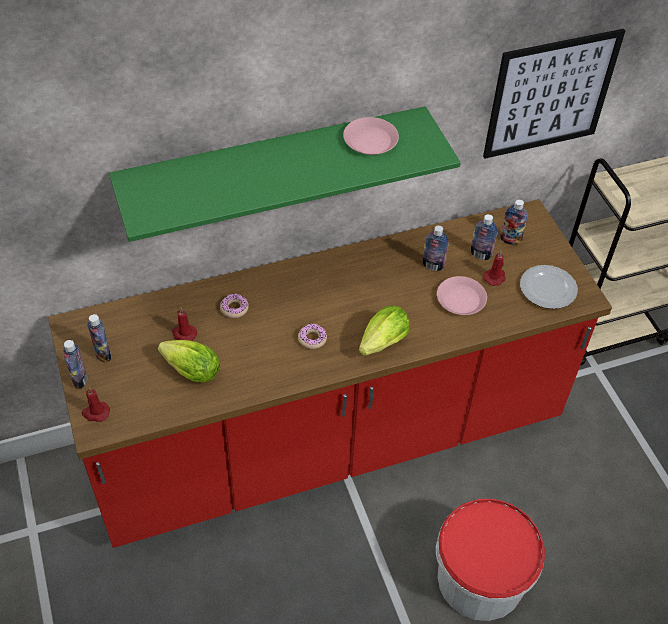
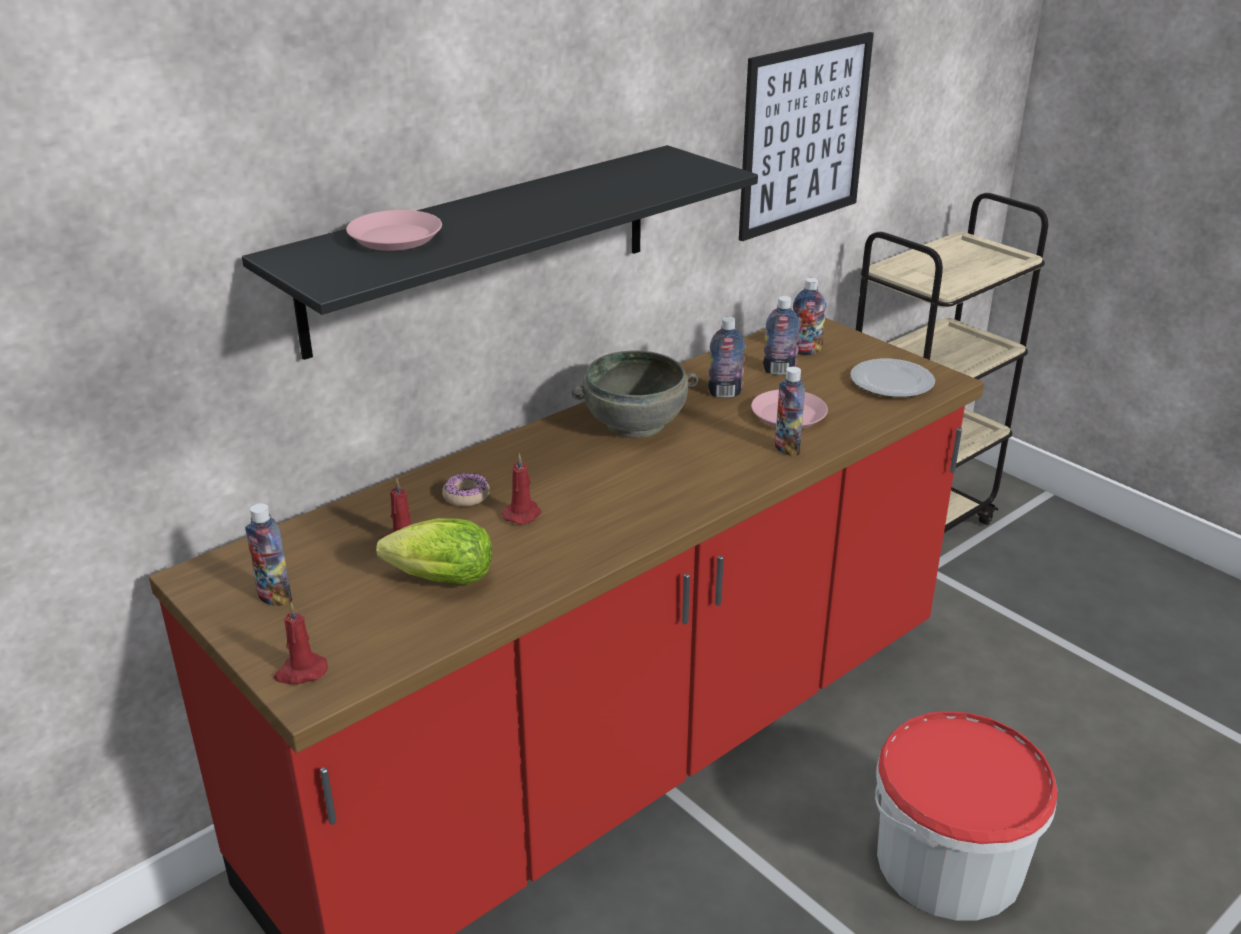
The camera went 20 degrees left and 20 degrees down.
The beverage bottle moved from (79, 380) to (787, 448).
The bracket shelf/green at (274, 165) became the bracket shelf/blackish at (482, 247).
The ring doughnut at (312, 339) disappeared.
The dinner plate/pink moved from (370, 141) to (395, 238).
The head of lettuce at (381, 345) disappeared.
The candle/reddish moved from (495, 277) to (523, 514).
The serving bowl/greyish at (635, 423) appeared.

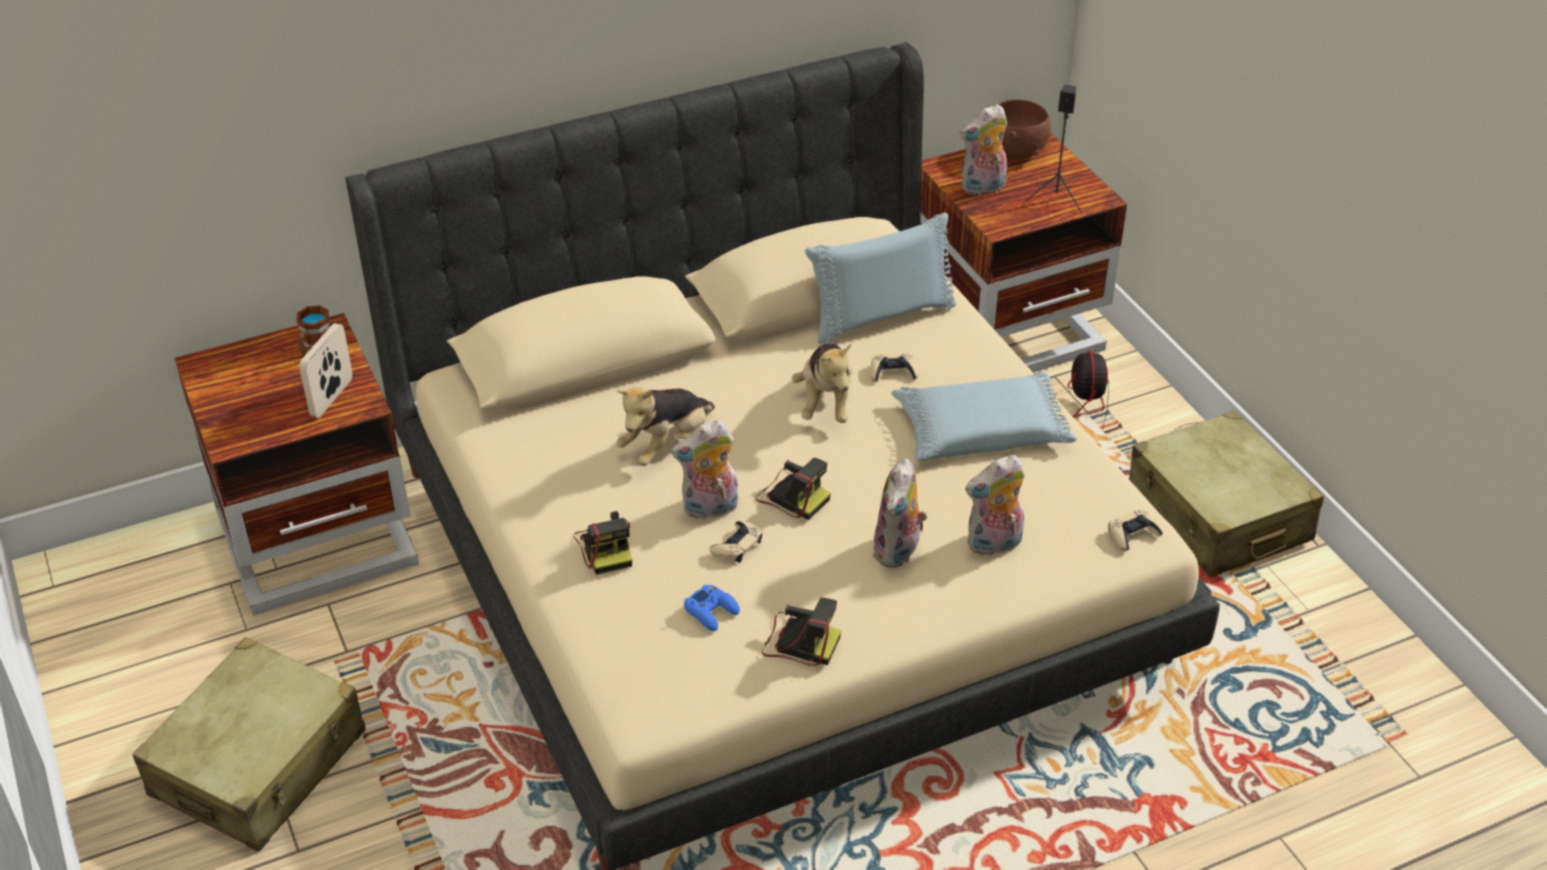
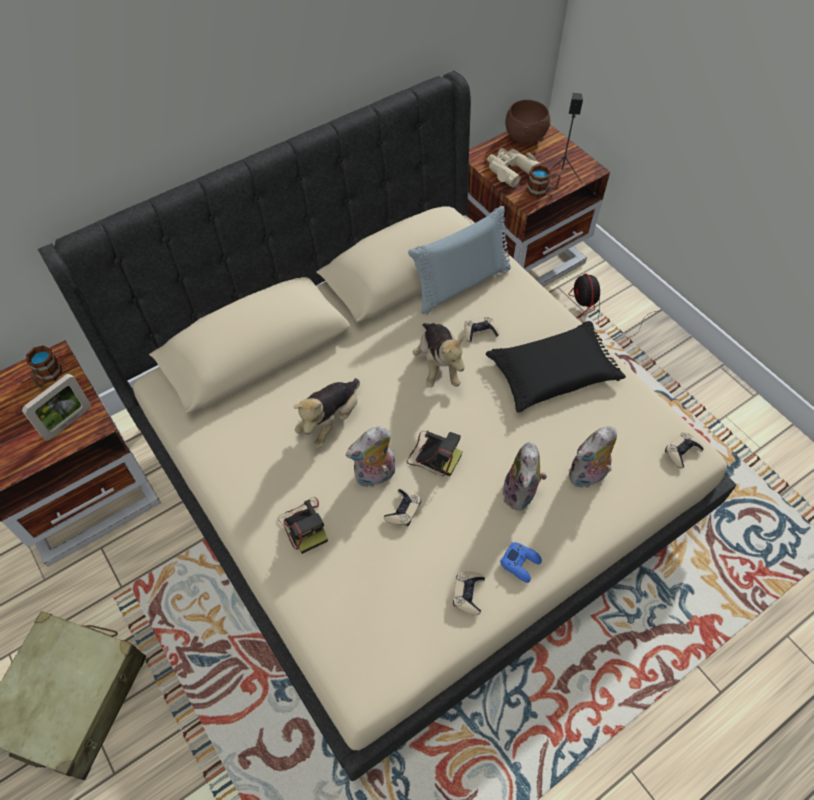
The camera went 10 degrees left and 15 degrees up.
The photo frame at (332, 398) turned 150 degrees counterclockwise.
The joypad/blue moved from (712, 612) to (520, 563).
The still camera at (799, 642) was replaced by the joypad/beige-coloured at (468, 594).
The pillow/blue at (982, 426) became the pillow/blackish at (553, 371).
The cuddly toy at (982, 188) was replaced by the field glasses/beige-coloured at (509, 170).
The suitcase/beige-coloured at (1218, 516) disappeared.
The tea mug at (542, 190) appeared.

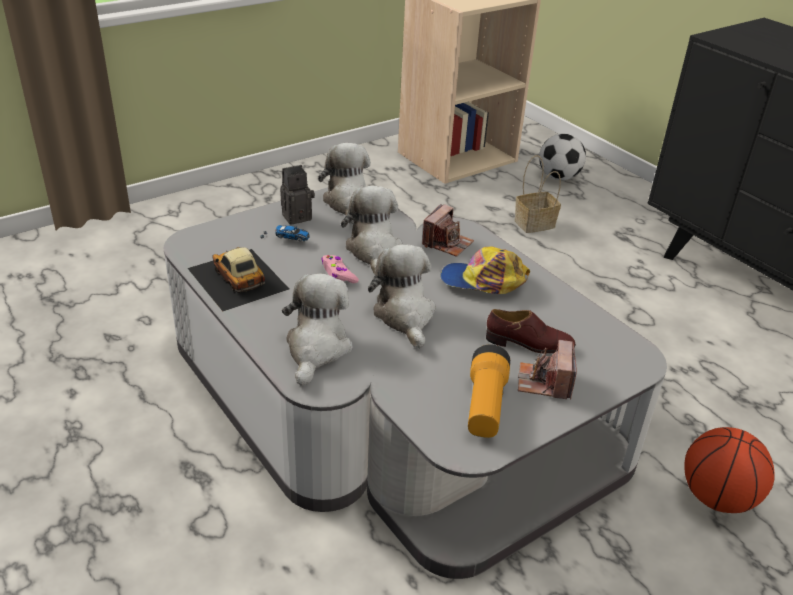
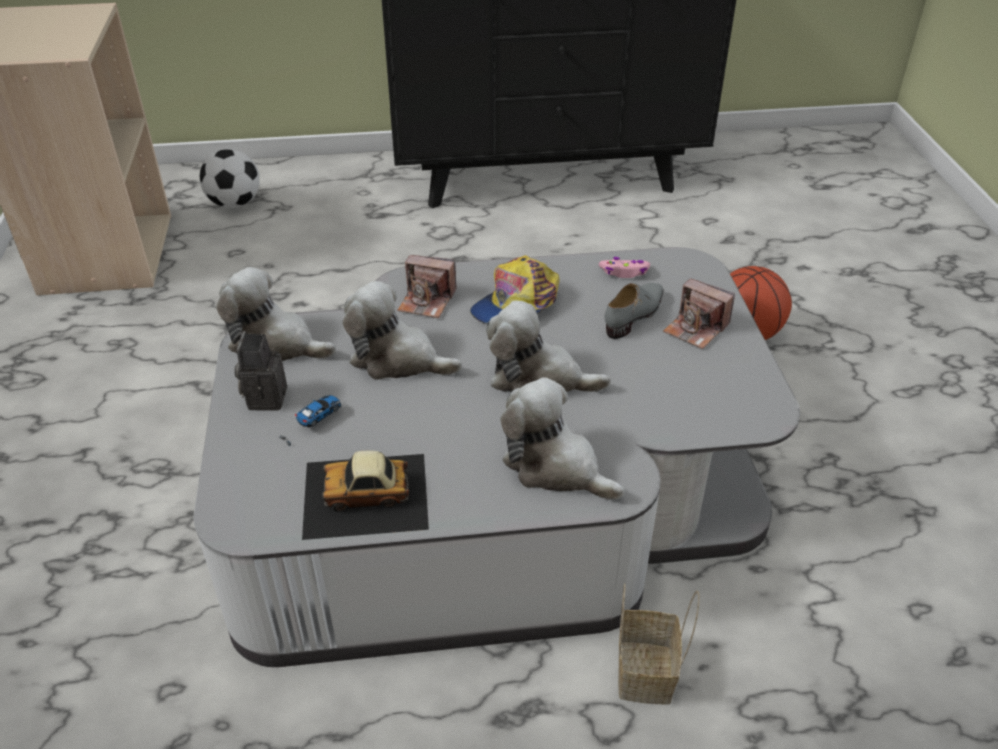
The camera went 60 degrees left and 5 degrees up.
The joypad/pink moved from (338, 274) to (624, 272).
The still camera at (447, 243) turned 135 degrees clockwise.
The flashlight at (485, 405) disappeared.
The low shoe/brownish at (529, 344) became the low shoe/greyish at (635, 315).
The basket moved from (533, 224) to (646, 674).

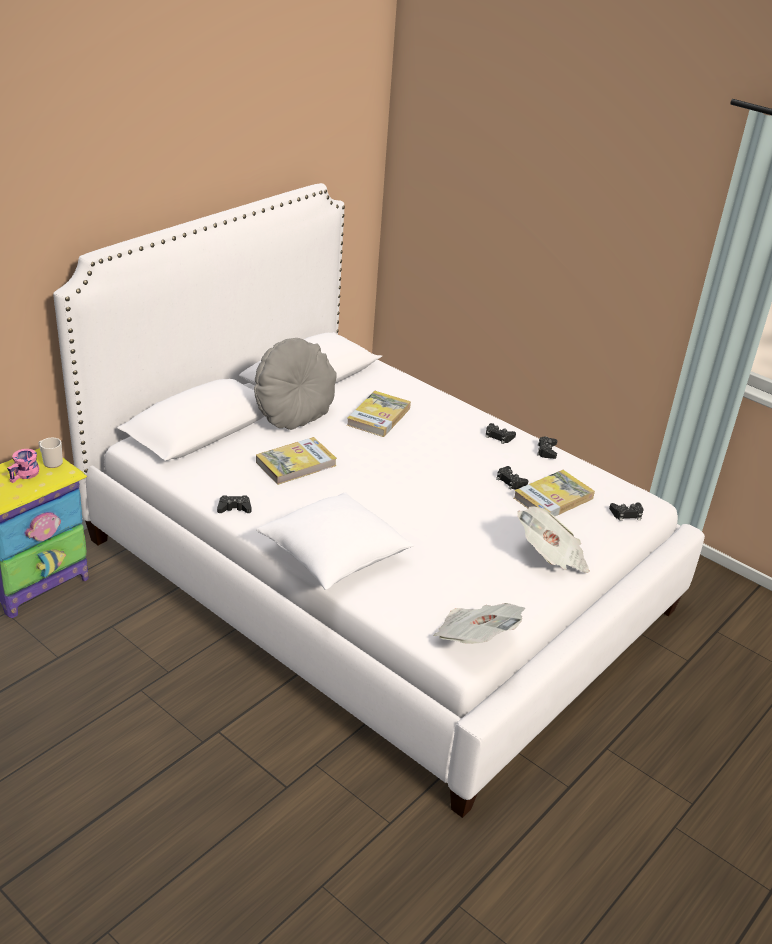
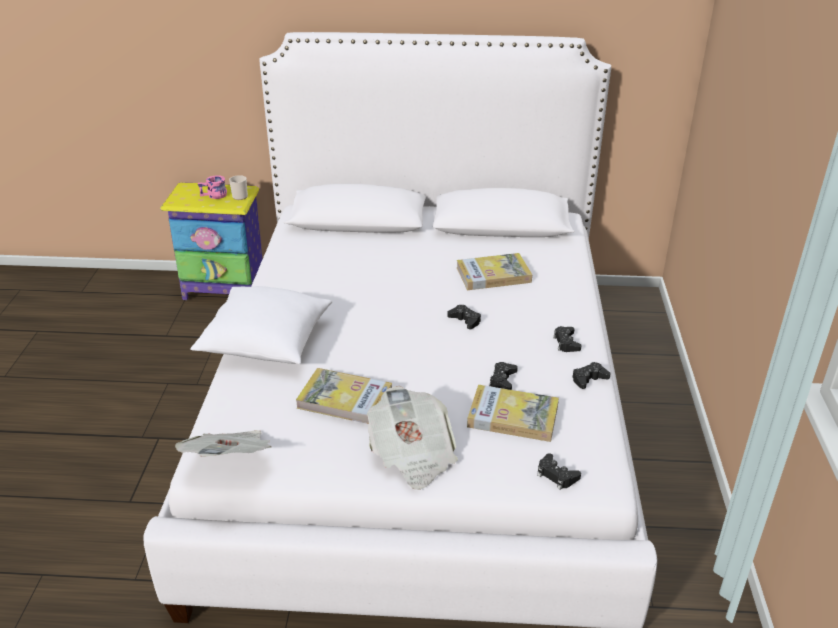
The camera went 55 degrees right and 0 degrees up.
The joypad/blackish moved from (234, 508) to (465, 320).
The pillow/greyish at (294, 418) disappeared.
The volume moved from (296, 464) to (345, 399).

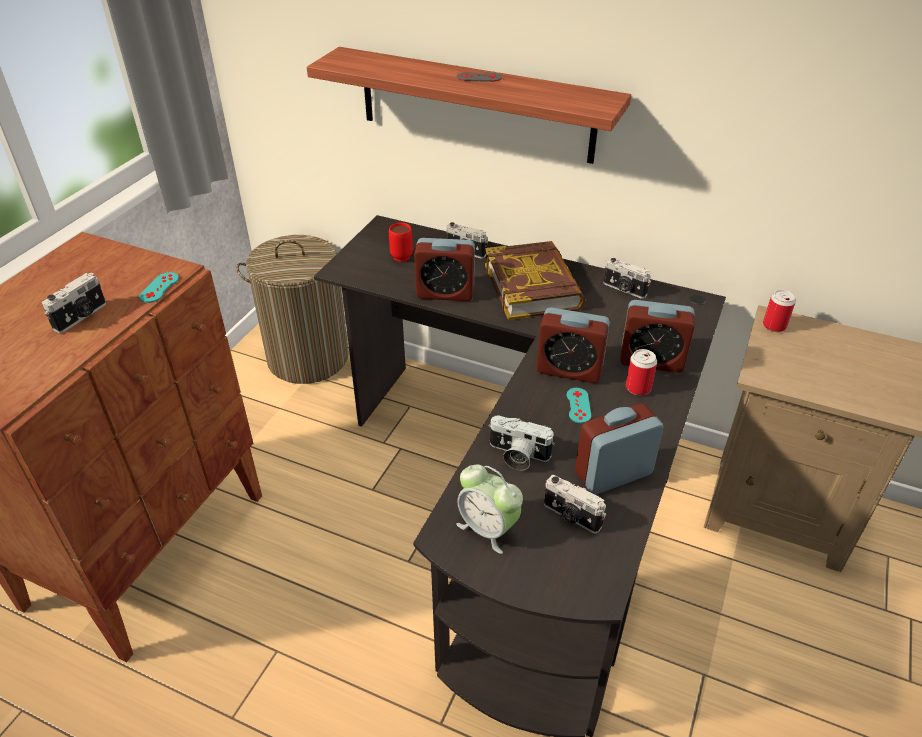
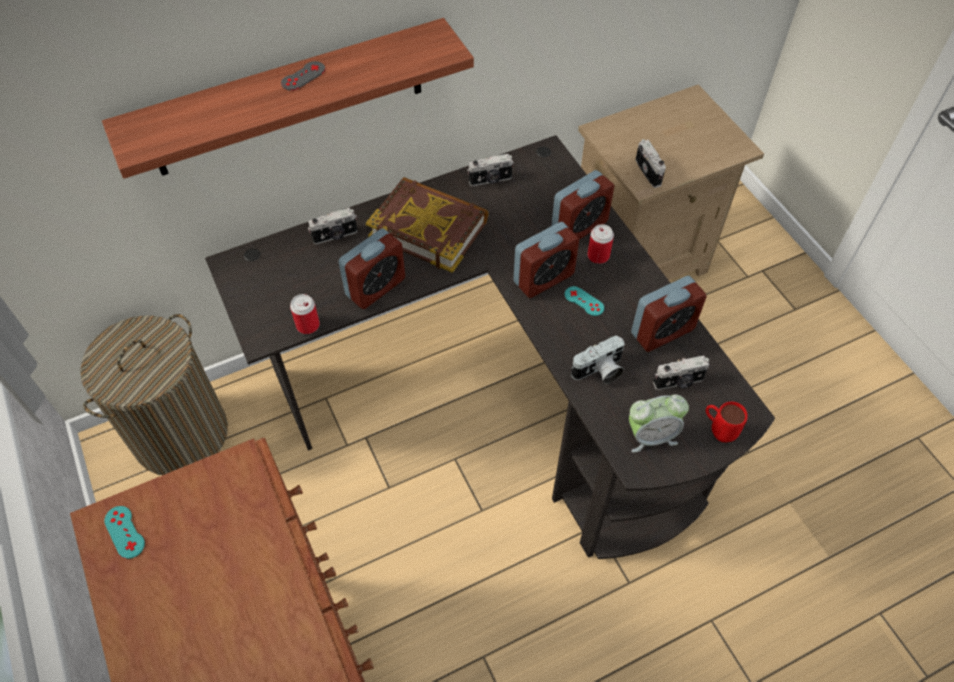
The camera went 50 degrees left and 15 degrees up.
The still camera moved from (82, 317) to (649, 172).
The joypad/turquoise moved from (159, 287) to (124, 532).
The tea mug/reddish moved from (401, 255) to (718, 430).
The bedside clock at (613, 474) turned 135 degrees counterclockwise.
The sealed can moved from (774, 326) to (308, 325).

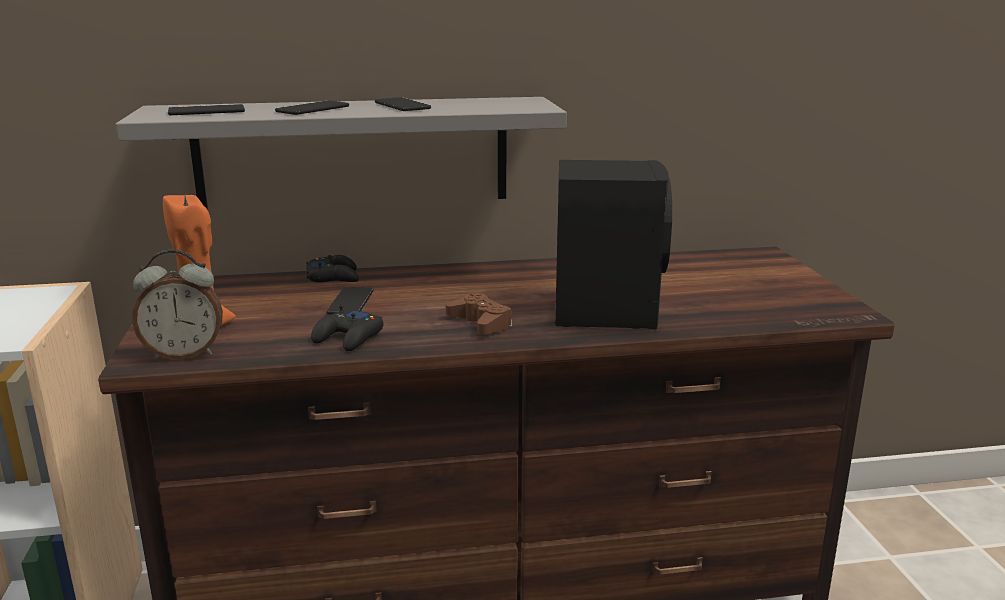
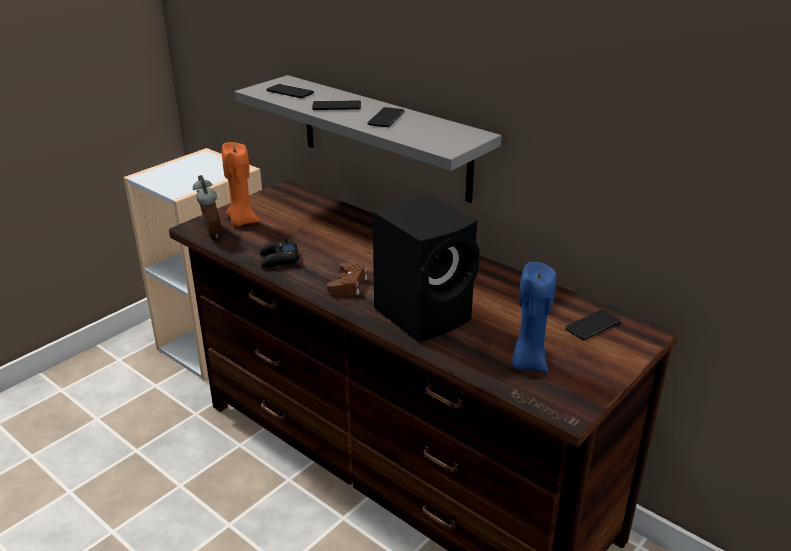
The camera went 50 degrees right and 10 degrees up.
The bedside clock at (184, 354) turned 150 degrees counterclockwise.
The joypad/blackish at (333, 277) disappeared.
The handset moved from (350, 302) to (593, 325).
The candle/blue at (528, 363) appeared.

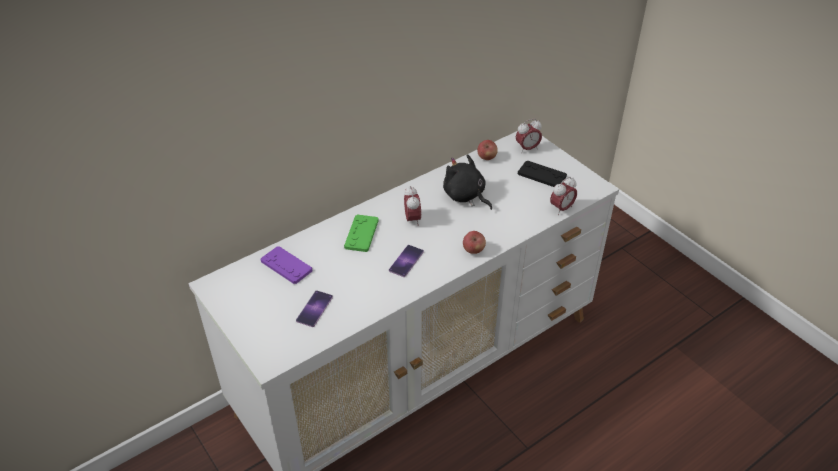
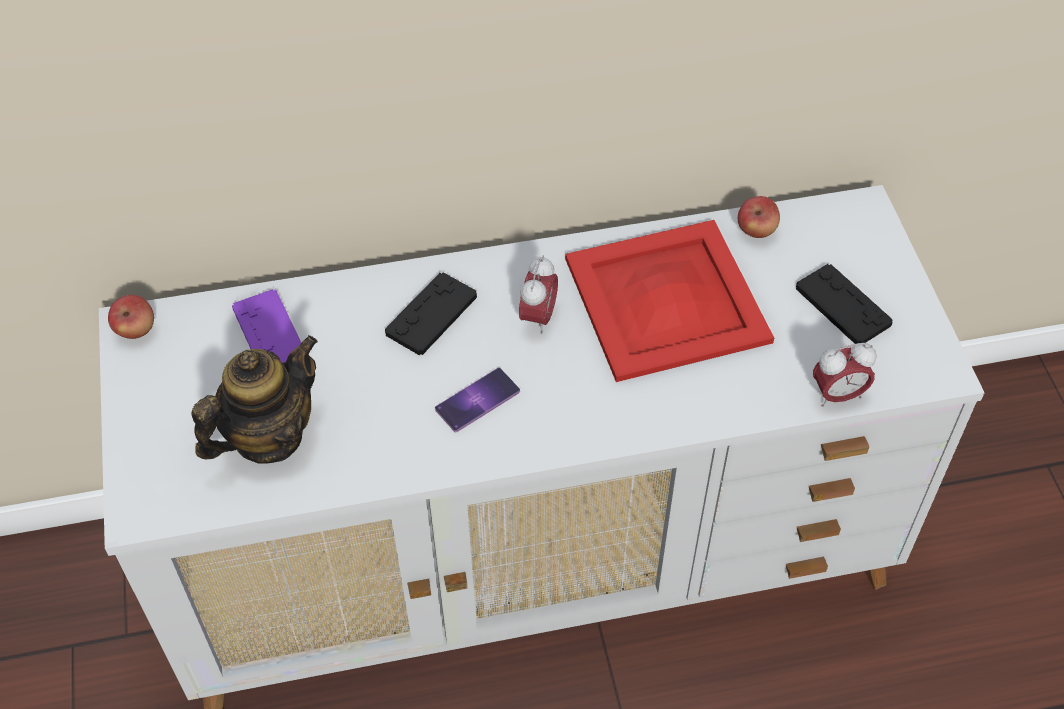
The camera went 25 degrees right and 10 degrees up.
The handset at (314, 308) was replaced by the tea pot at (268, 436).
The joypad/green at (361, 234) became the joypad/blackish at (431, 315).
The cuddly toy/blackish at (465, 196) was replaced by the tray/reddish at (665, 301).
The apple moved from (473, 250) to (136, 330).
The bedside clock at (527, 149) disappeared.

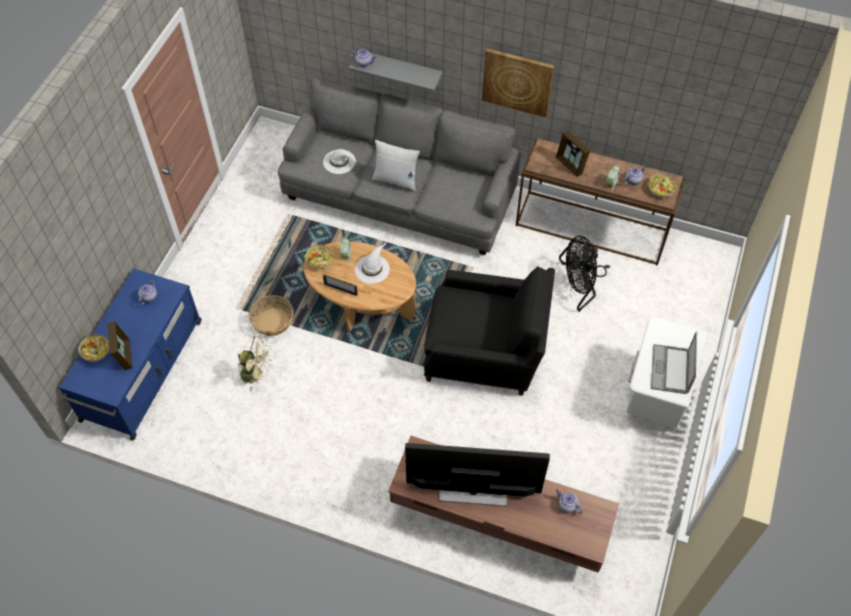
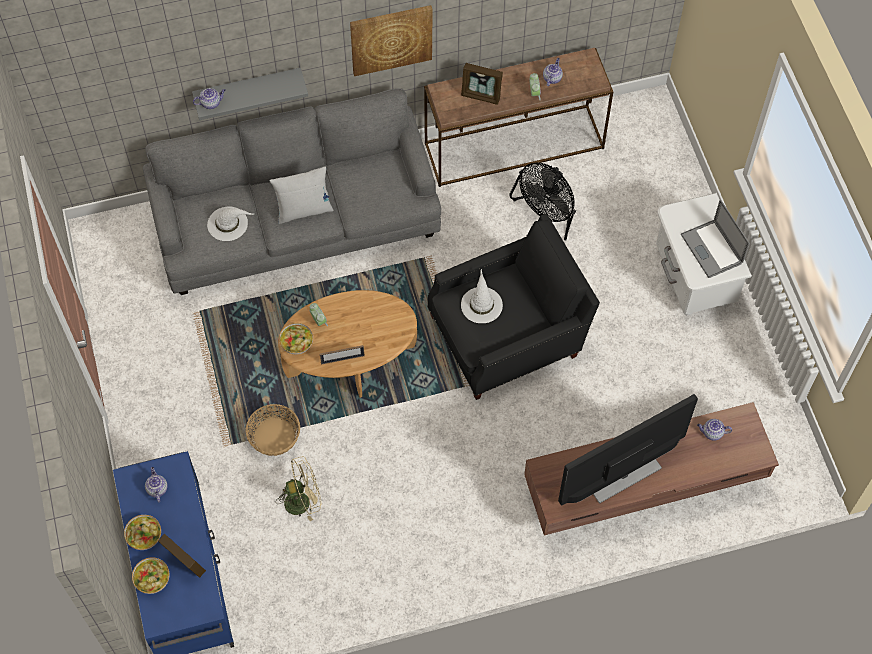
The camera went 35 degrees left and 5 degrees up.
The clothing hat/whitish moved from (372, 268) to (481, 304).
The serving bowl moved from (660, 189) to (144, 536).

